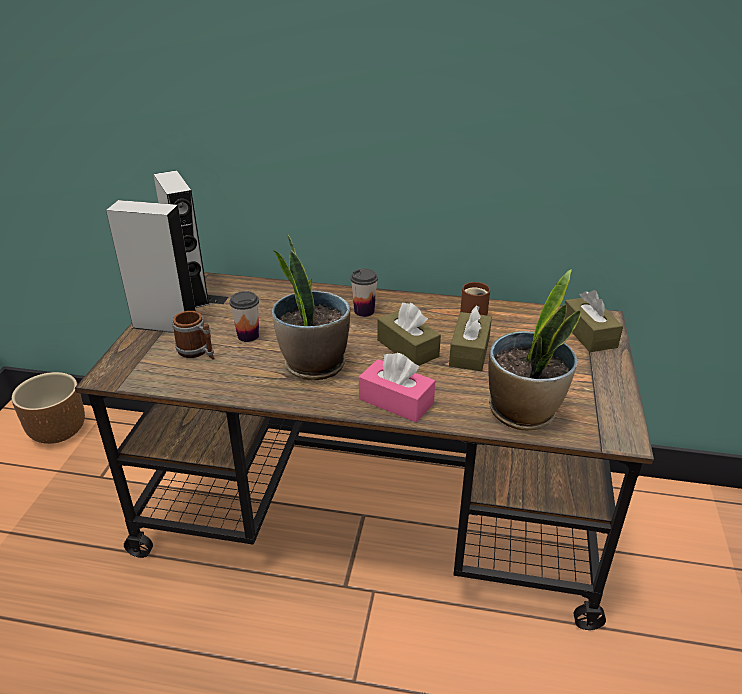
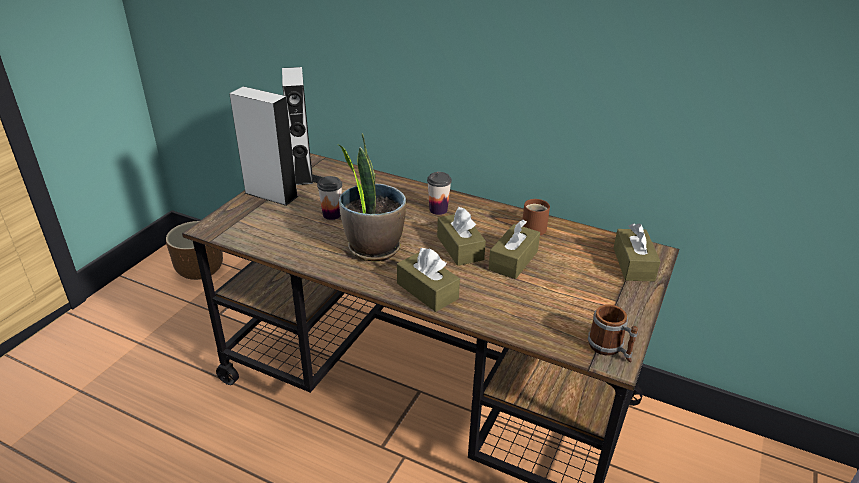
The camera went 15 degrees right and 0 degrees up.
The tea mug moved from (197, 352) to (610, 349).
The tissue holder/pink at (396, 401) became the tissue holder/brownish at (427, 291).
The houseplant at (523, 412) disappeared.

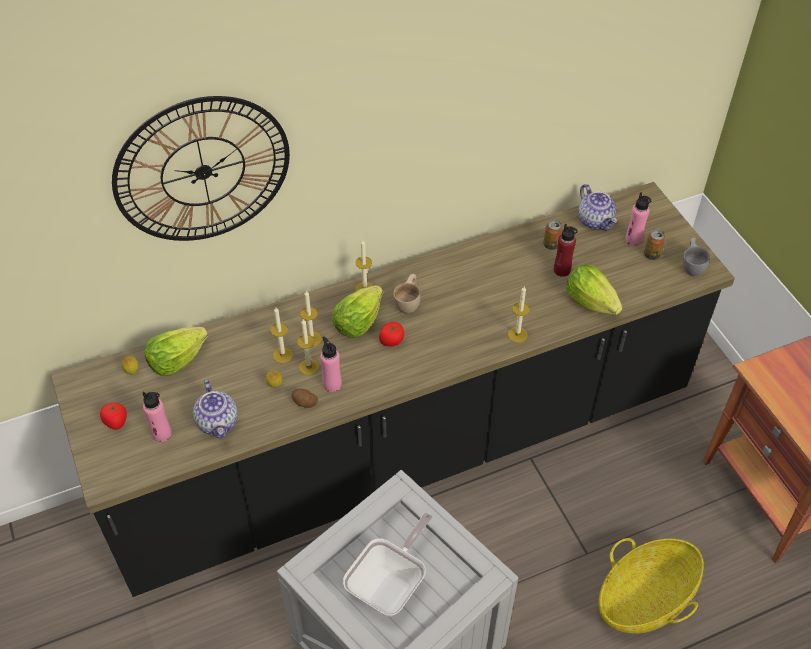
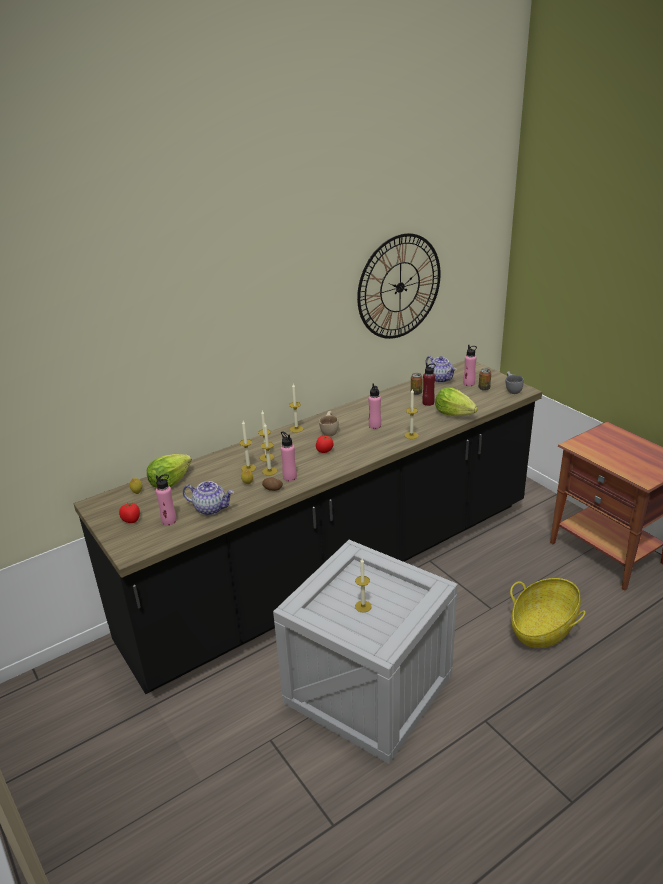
The camera went 10 degrees left and 20 degrees down.
The clock on the wall moved from (203, 171) to (399, 287).
The tea pot at (218, 422) turned 45 degrees counterclockwise.
The head of lettuce at (357, 322) disappeared.
The frying pan at (390, 584) was replaced by the candle at (363, 606).
The beverage bottle/pink at (374, 426) appeared.

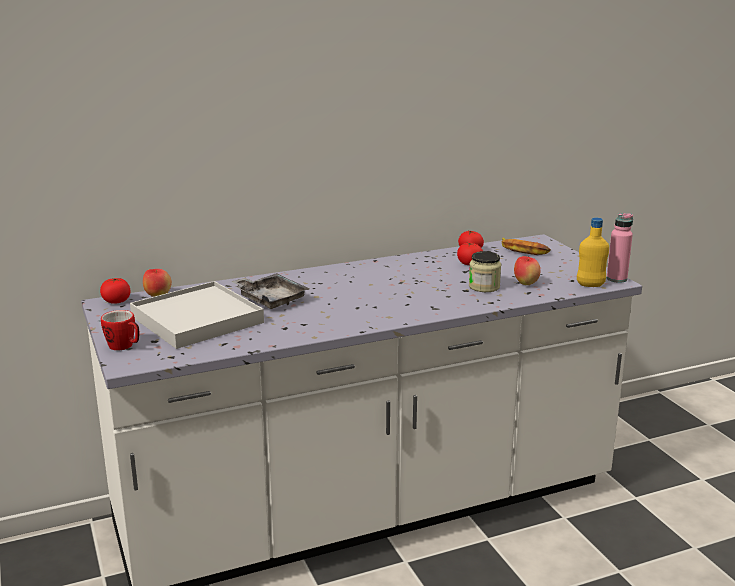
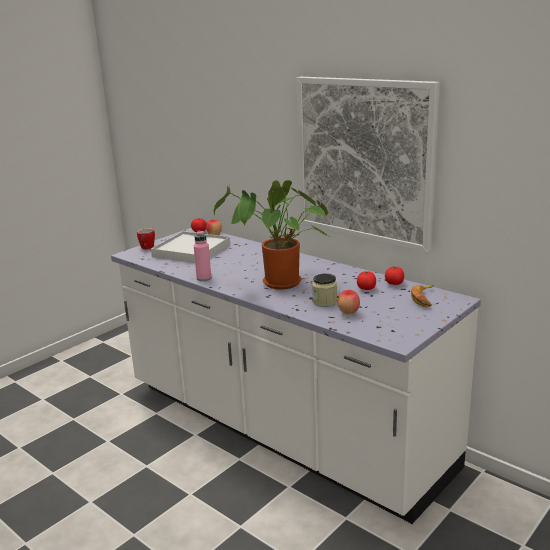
The camera went 65 degrees right and 0 degrees up.
The tray/greyish at (270, 299) disappeared.
The beverage bottle/yellow at (590, 285) disappeared.
The beverage bottle/pink moved from (616, 279) to (204, 278).
The houseplant at (279, 284) appeared.
The wall picture at (364, 160) appeared.

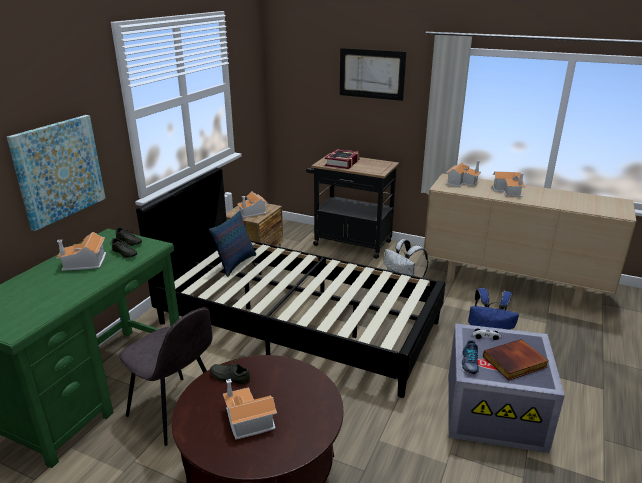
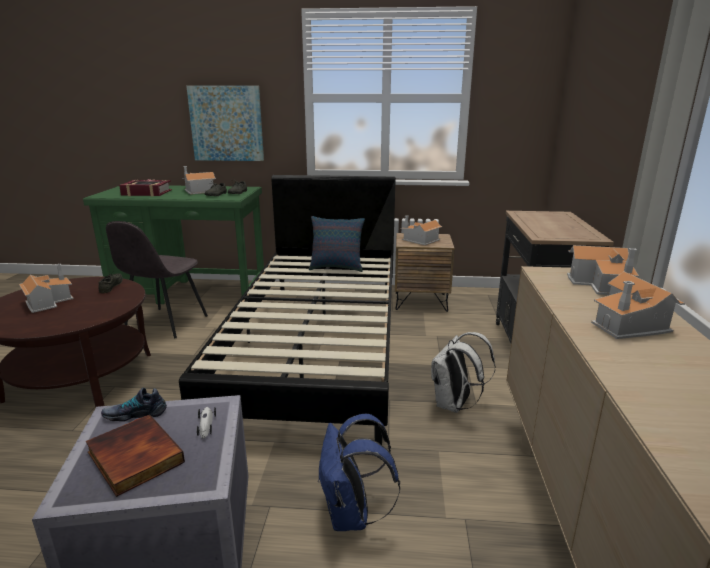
The camera went 70 degrees right and 5 degrees down.
The volume moved from (342, 163) to (147, 193).
The wall picture at (371, 74) disappeared.

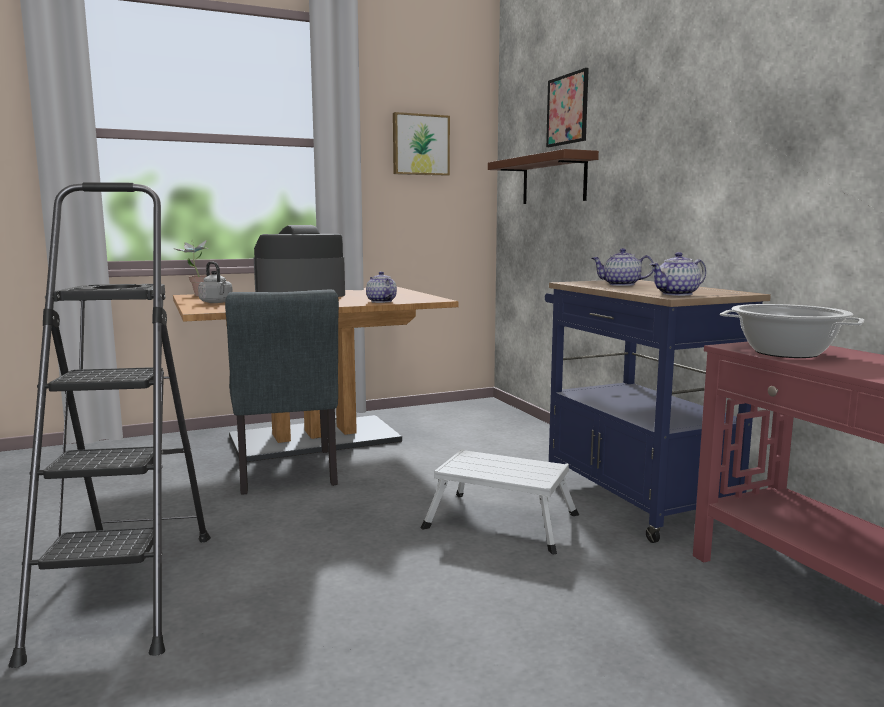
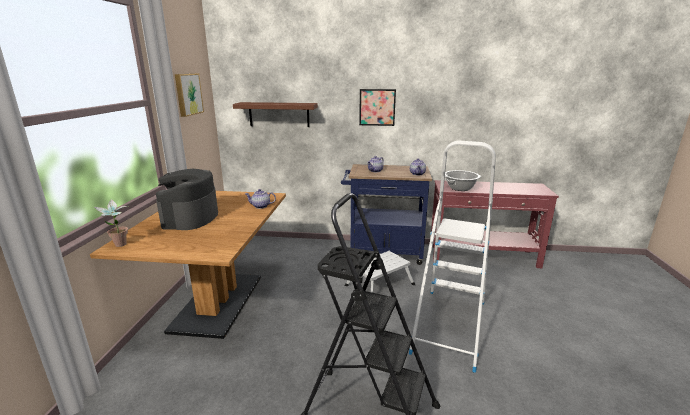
The camera went 60 degrees left and 10 degrees up.
The water kettle/greyish at (217, 302) disappeared.
The plain chair/greyish at (287, 475) disappeared.
The wall picture moved from (567, 109) to (377, 107).
The step stool/whitish at (450, 325) appeared.

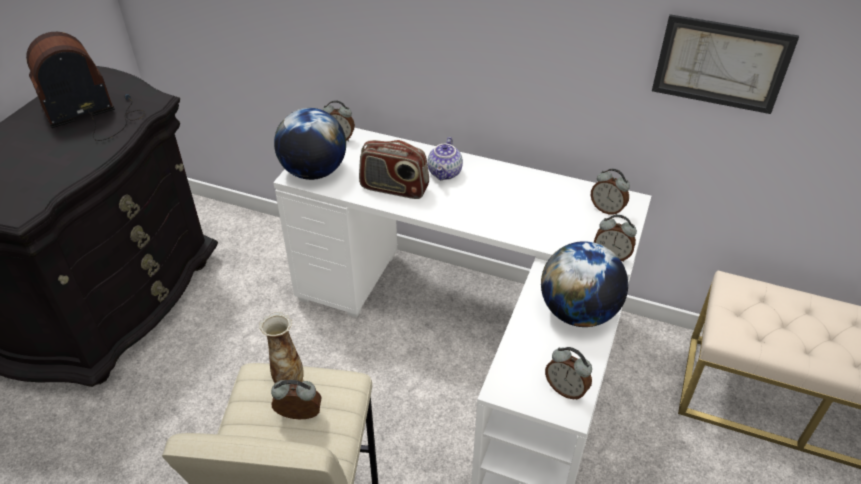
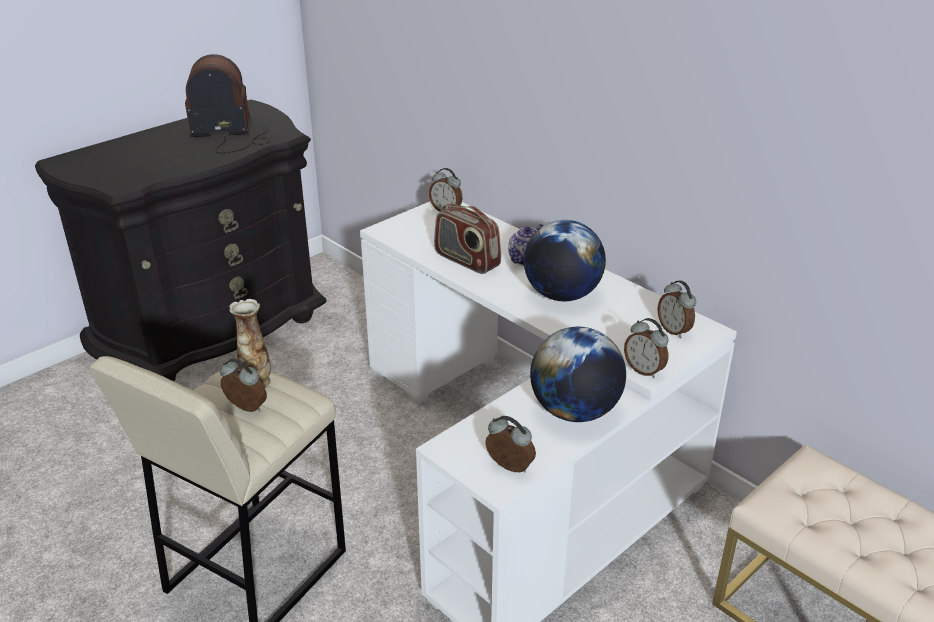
The camera went 25 degrees right and 10 degrees down.
The world globe moved from (314, 172) to (562, 295).
The bedside clock at (566, 389) turned 150 degrees clockwise.
The wall picture at (721, 63) disappeared.

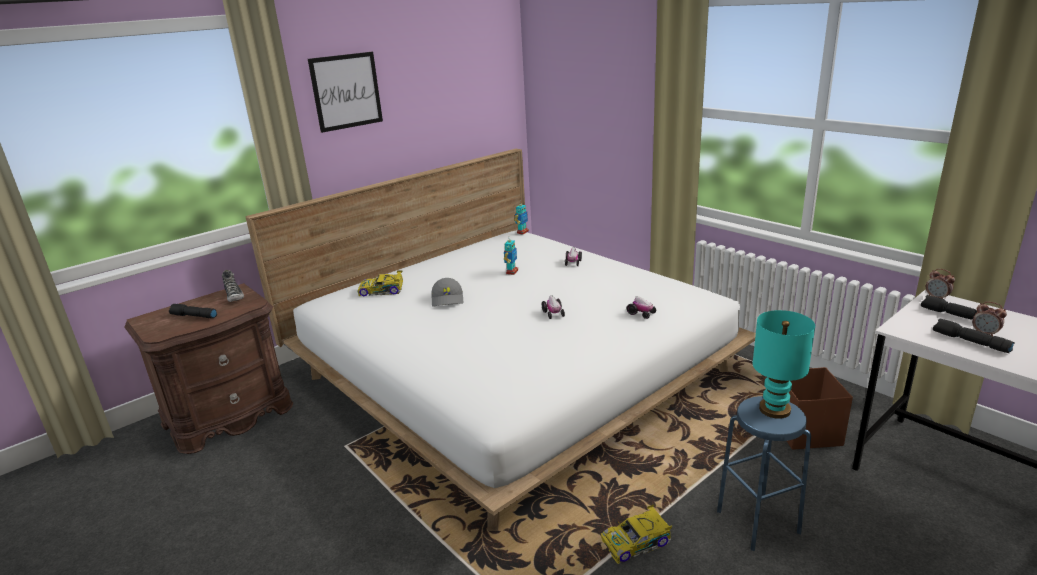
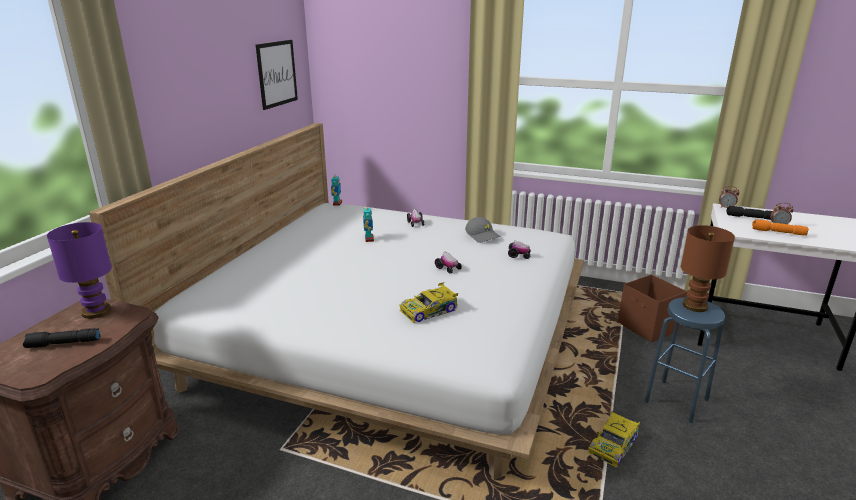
The camera went 30 degrees left and 0 degrees up.
The low shoe at (234, 296) was replaced by the tabletop lamp/purple-coloured at (96, 311).
The wall picture moved from (346, 91) to (277, 73).
The miniature car moved from (382, 290) to (429, 310).
The peaked cap/greyish moved from (448, 299) to (483, 236).
The tabletop lamp/turquoise at (774, 409) became the tabletop lamp/brownish at (694, 305).
The flashlight/blackish at (969, 342) became the flashlight/orange at (778, 232).

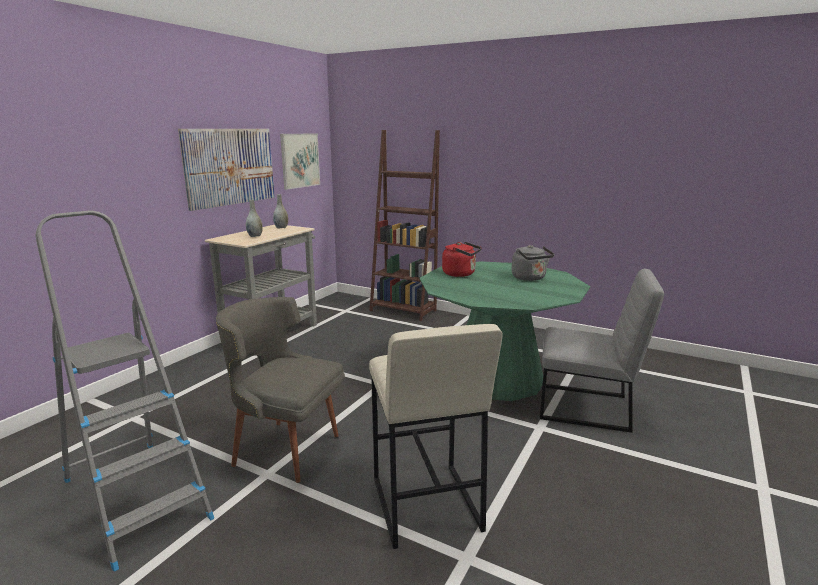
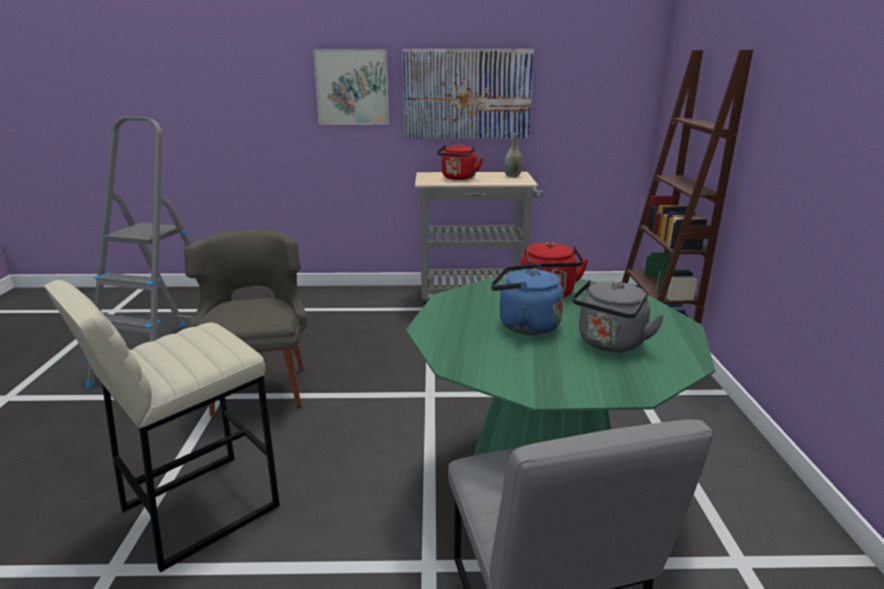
The camera went 60 degrees right and 5 degrees up.
The decorative vase/greyish at (255, 236) was replaced by the water kettle/reddish at (458, 178).
The wall picture moved from (300, 160) to (352, 87).
The water kettle/blue at (524, 325) appeared.

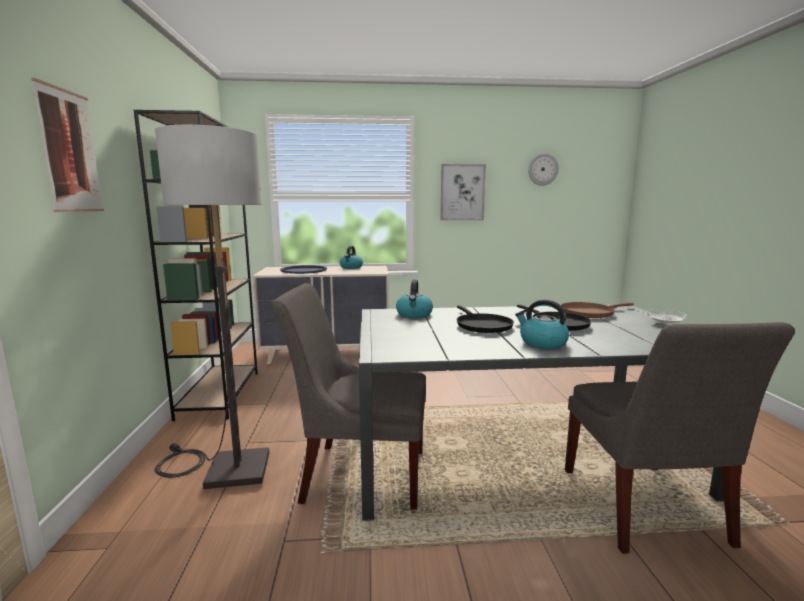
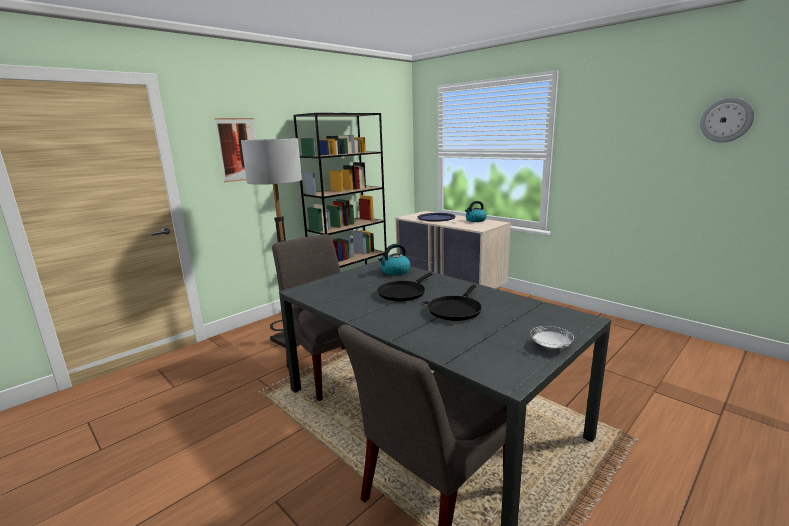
The camera went 50 degrees right and 5 degrees up.
The wall picture at (462, 192) disappeared.
The water kettle at (542, 343) disappeared.
The frying pan/brownish at (589, 313) disappeared.

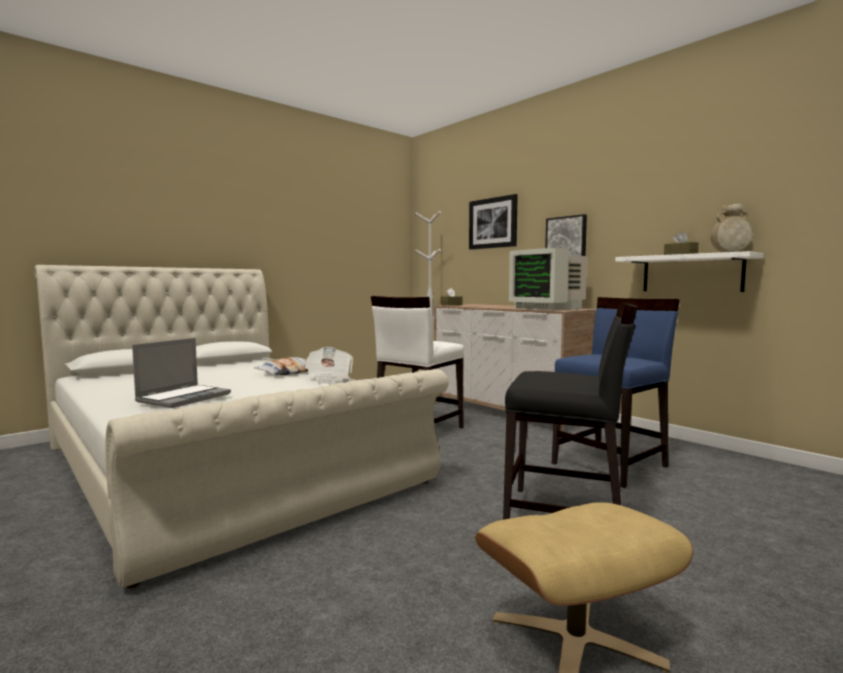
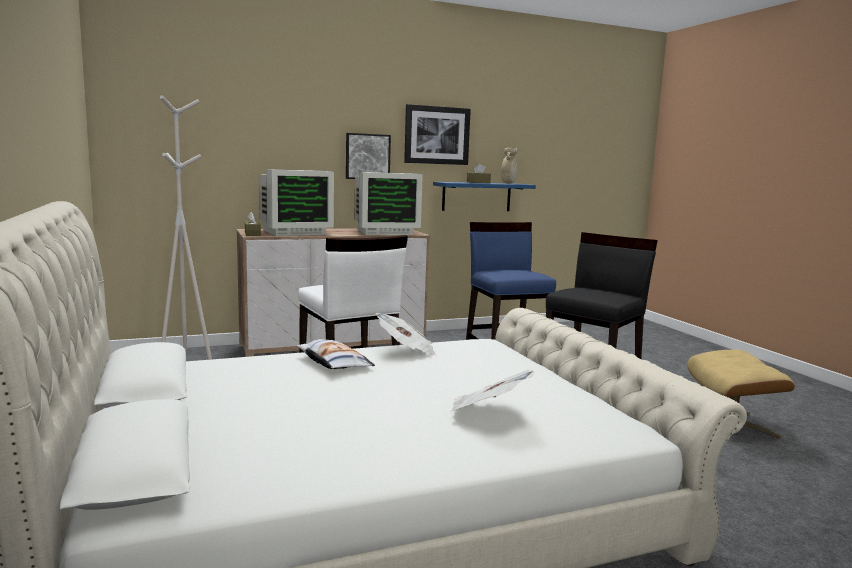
The camera went 70 degrees left and 5 degrees up.
The portable computer at (184, 397) was replaced by the daily paper at (488, 411).
The wall picture moved from (493, 223) to (437, 135).
The bracket shelf/whitish at (691, 273) became the bracket shelf/blue at (476, 196).
The computer screen at (293, 232) appeared.

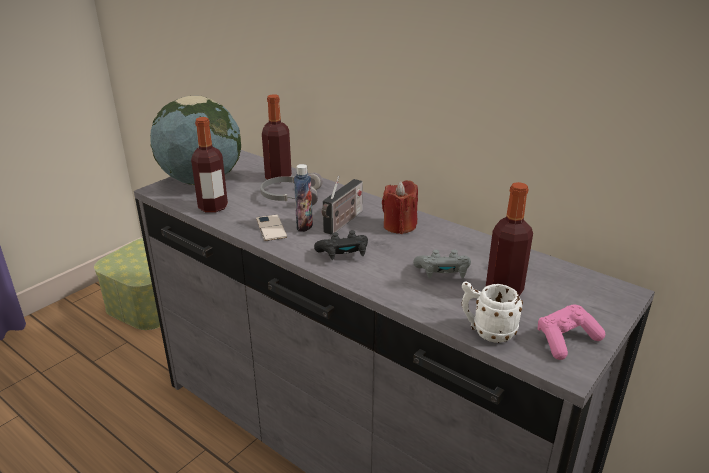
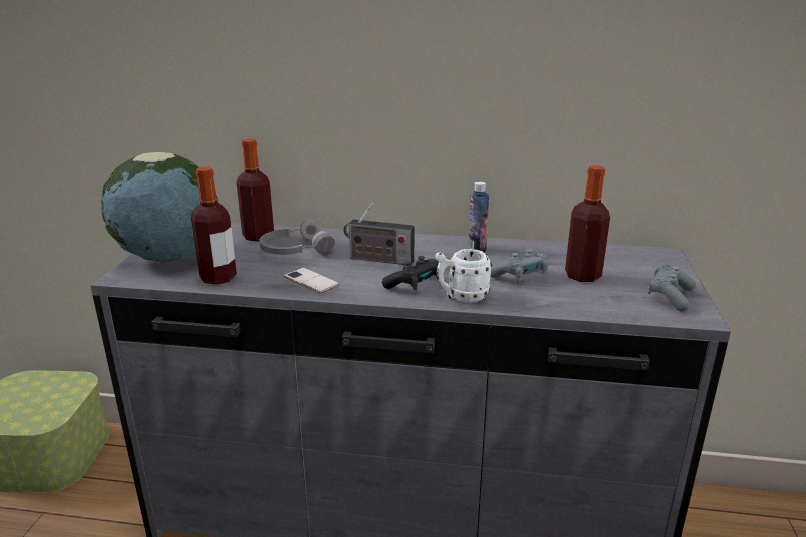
The camera went 30 degrees left and 5 degrees down.
The beverage bottle moved from (304, 226) to (477, 248).
The radio receiver at (342, 223) turned 105 degrees clockwise.
The candle/reddish at (399, 226) disappeared.
The tea mug/whitish moved from (486, 331) to (461, 297).
The joypad/pink at (566, 340) became the joypad/greyish at (669, 297).

